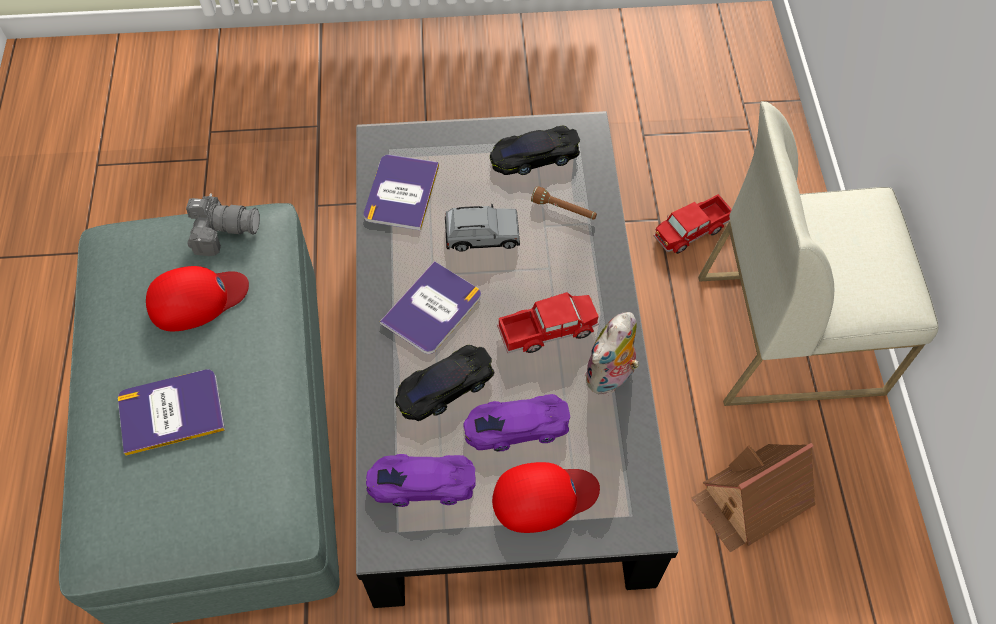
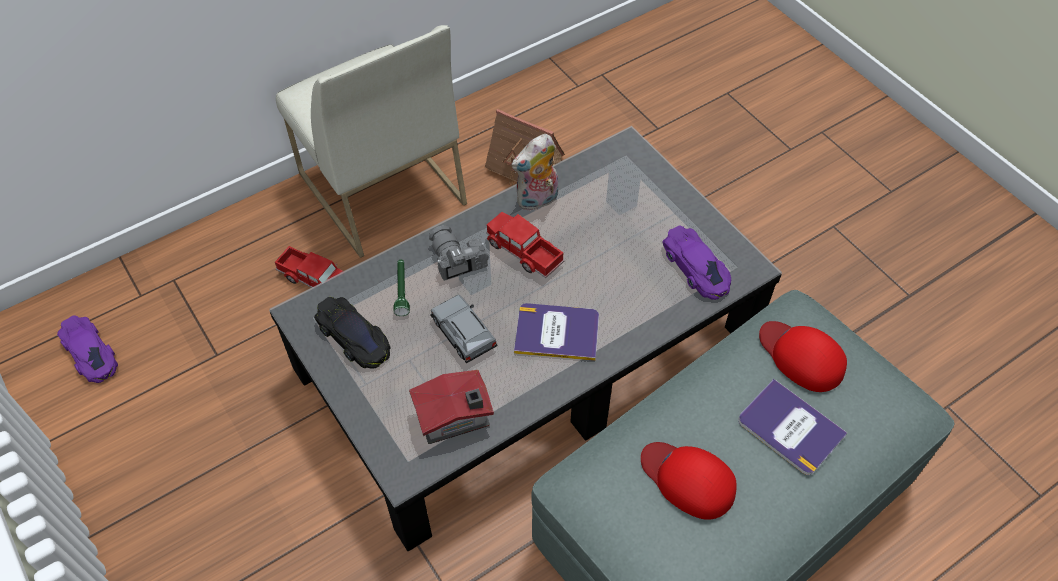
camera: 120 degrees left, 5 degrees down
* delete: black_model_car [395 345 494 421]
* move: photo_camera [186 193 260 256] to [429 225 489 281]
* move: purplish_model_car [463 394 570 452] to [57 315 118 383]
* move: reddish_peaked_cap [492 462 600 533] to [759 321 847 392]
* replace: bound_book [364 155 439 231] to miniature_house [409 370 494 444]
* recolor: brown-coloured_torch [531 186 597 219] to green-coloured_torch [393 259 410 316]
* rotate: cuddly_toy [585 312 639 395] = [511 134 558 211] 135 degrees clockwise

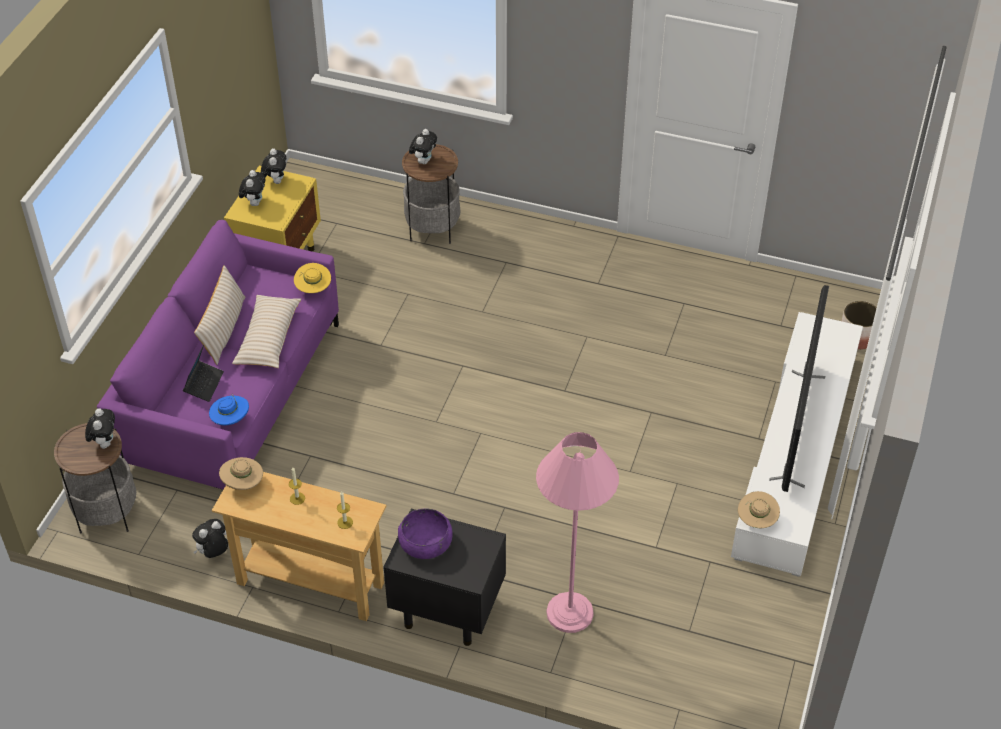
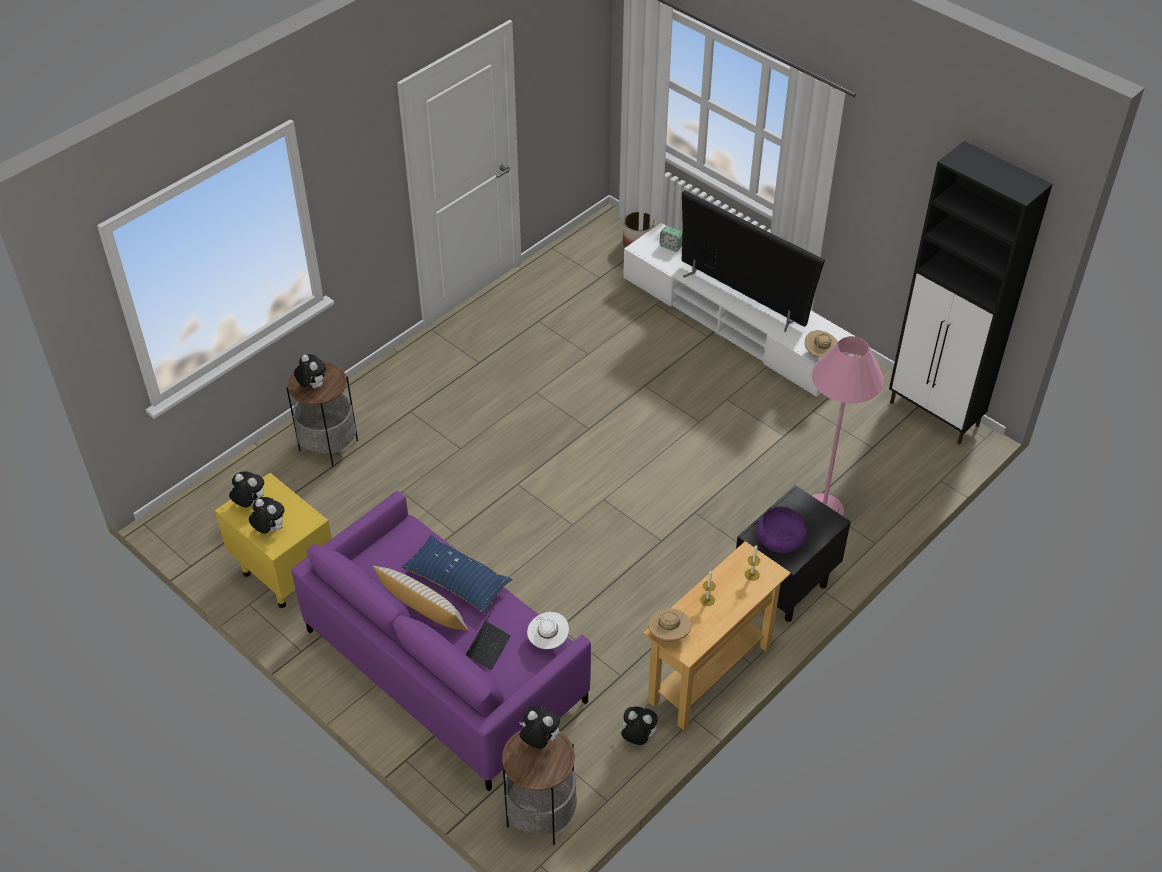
camera: 65 degrees left, 0 degrees up
* delete: yellowish_hat [294 263 331 293]
* insert: table_clock [660 226 682 252]
* insert: black_cabinet [889 141 1052 445]
* recolor: blue-coloured_hat [209 394 249 425] to whitish_hat [527 612 569 649]
* recolor: beige_cushion [232 295 301 368] to blue-coloured_cushion [402 535 513 613]
* rotate: notebook_computer [183 345 224 402] = [466 608 511 670] 75 degrees clockwise
* rotate: cuddly_toy [192 519 228 558] = [618 706 658 745] 120 degrees clockwise

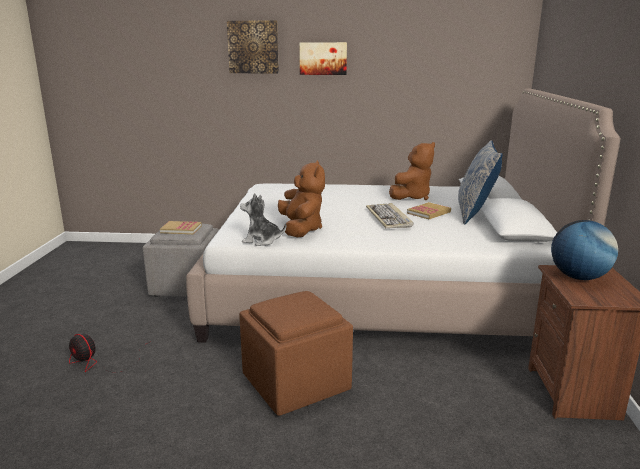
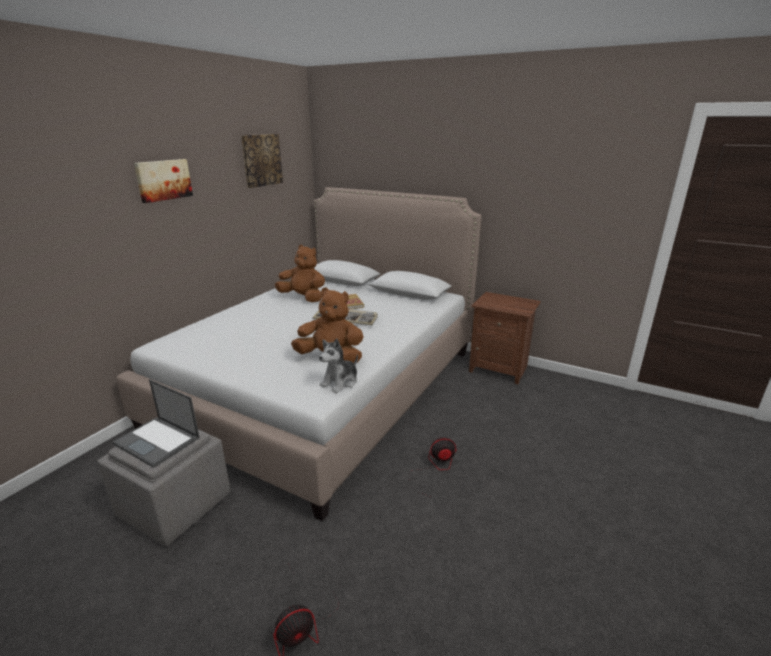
camera: 65 degrees left, 5 degrees up
* delete: cushion [458 140 503 224]
* delete: desk_globe [551 220 618 280]
* move: picture [227 21 279 73] to [241 134 283 188]
* replace: bound_book [160 221 202 234] to notebook_computer [112 380 200 468]
* replace: brown-coloured_footrest [239 291 353 416] to fan [409 437 457 510]
* rotate: brown-coloured_cuddly_toy [389 142 435 200] = [275 245 325 302] 45 degrees counterclockwise

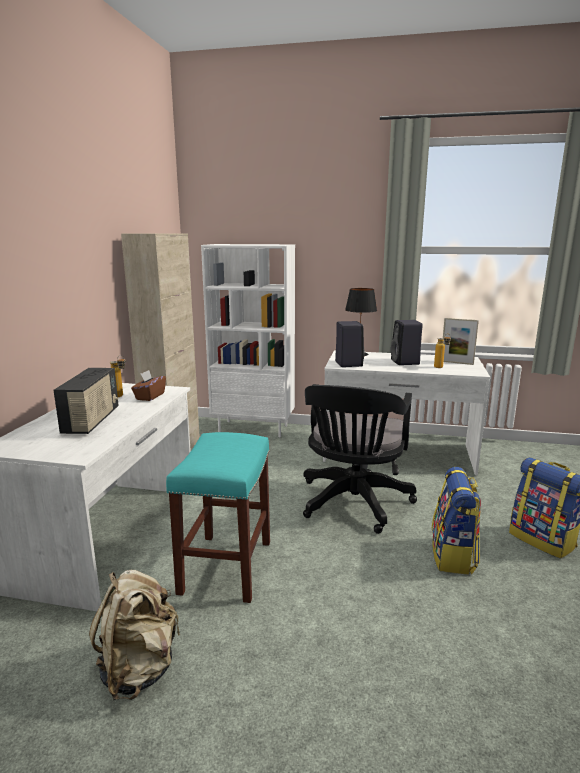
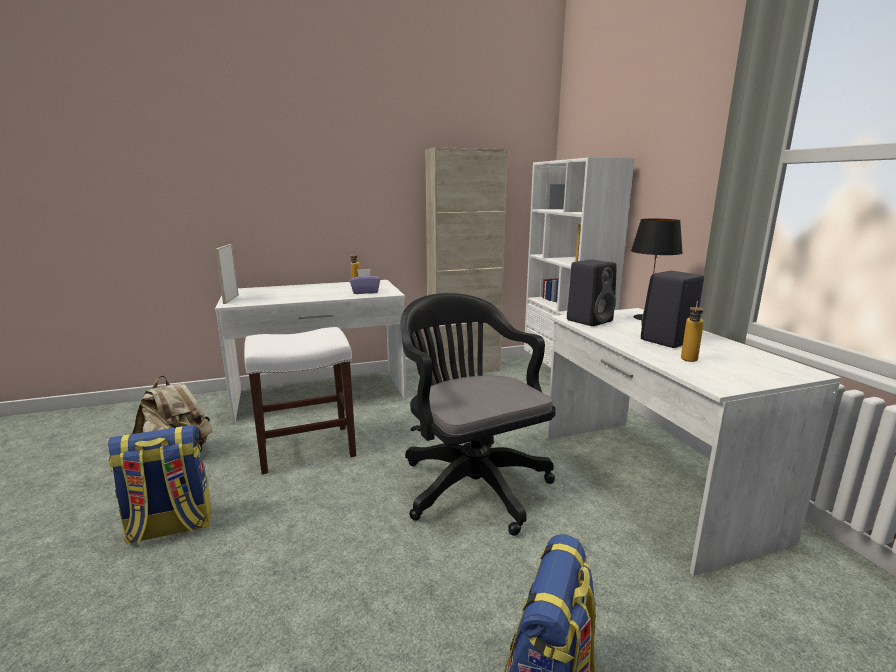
camera: 60 degrees right, 0 degrees up
* delete: radio_receiver [54 368 118 434]
* move: backpack [432 467 481 575] to [108 425 211 544]
* move: photo_frame [443 318 479 365] to [215 244 239 304]
* recolor: brown-coloured_box_of_tissues [131 370 166 401] to purplish_box_of_tissues [349 269 380 294]
* recolor: blue-green_stool [166 432 270 603] to whitish_stool [244 327 356 474]
* rotate: black_computer_chair [303 384 417 534] = [401 293 556 536] 75 degrees clockwise

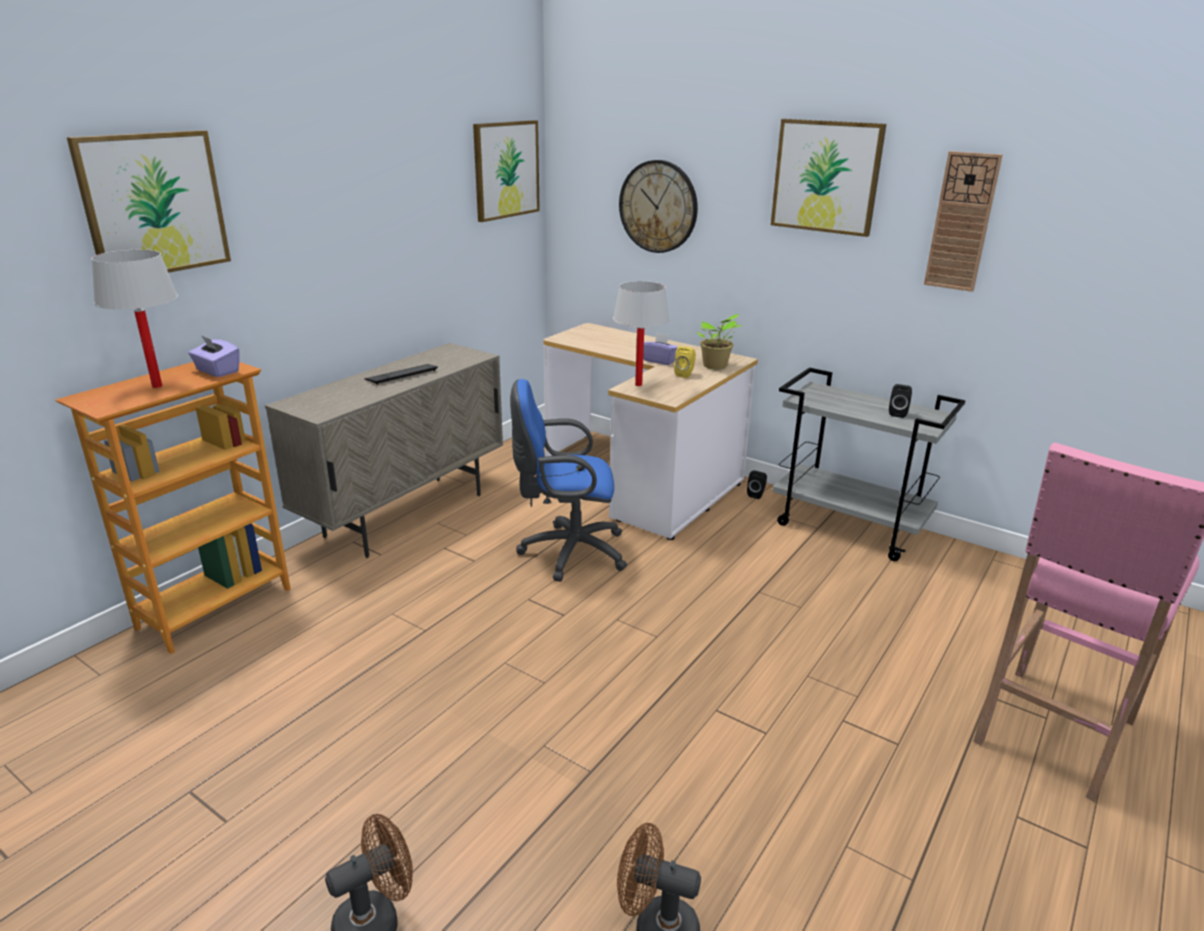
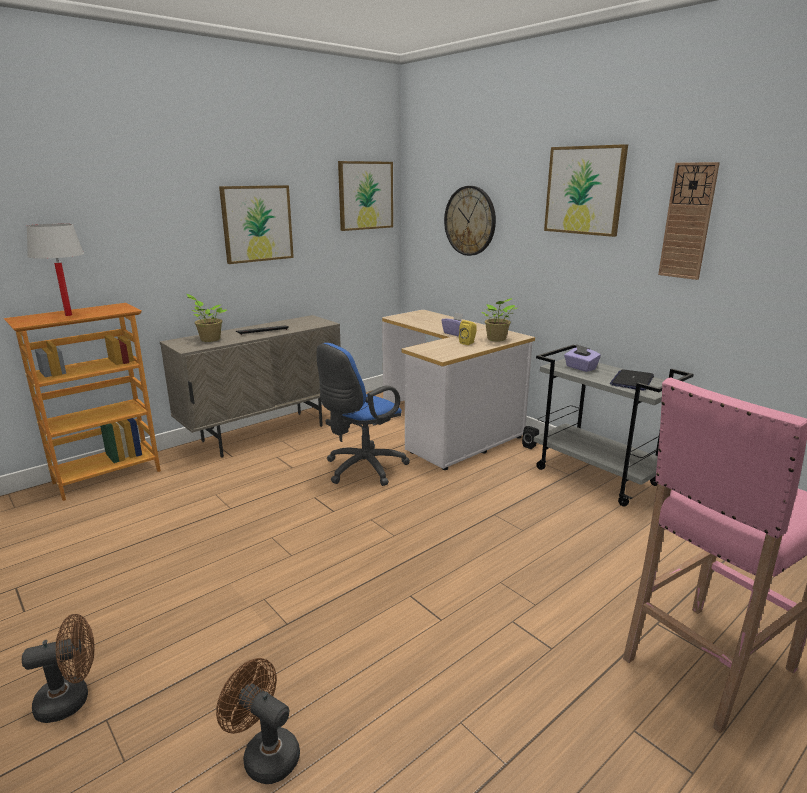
camera: 15 degrees right, 5 degrees down
* delete: whitish_table_lamp [613 281 669 386]
* insert: plant_in_a_pot [187 294 227 342]
* move: picture [67 130 231 273] to [219 185 294 264]
* move: purplish_box_of_tissues [188 335 240 377] to [564 344 601 372]
* replace: black_speaker [889 384 912 418] to notebook_computer [610 369 654 391]
* rotate: blue-coloured_computer_chair [510 379 627 582] = [316 343 410 486] 60 degrees counterclockwise

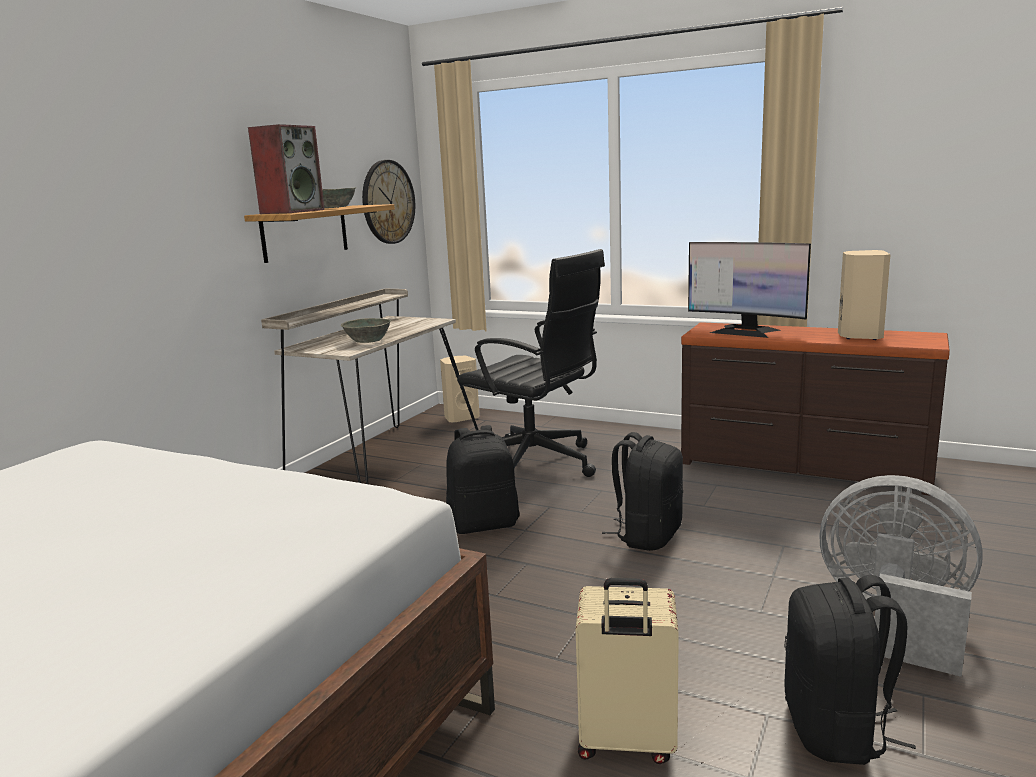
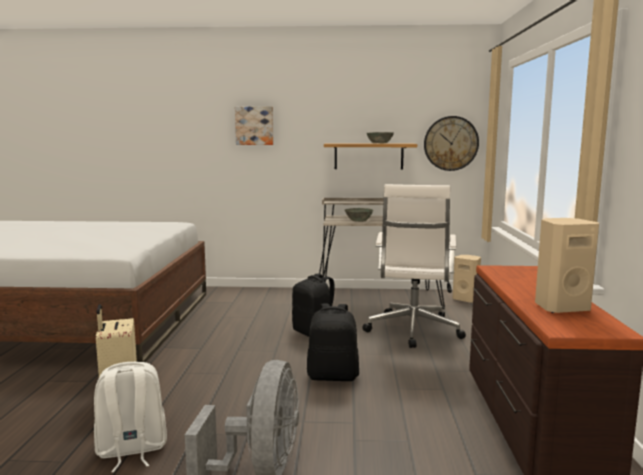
camera: 65 degrees right, 5 degrees down
* delete: speaker [248 124 325 214]
* delete: monitor [688 242 811 338]
* insert: picture [235 107 273 145]
* recolor: black_computer_chair [457 249 605 477] to whitish_computer_chair [362 184 466 348]
* recolor: black_backpack [784 575 916 765] to whitish_backpack [94 362 167 472]

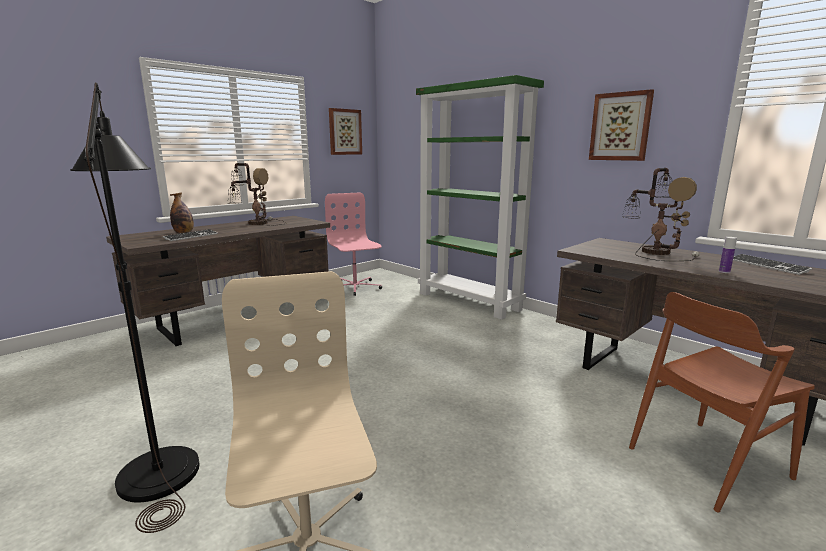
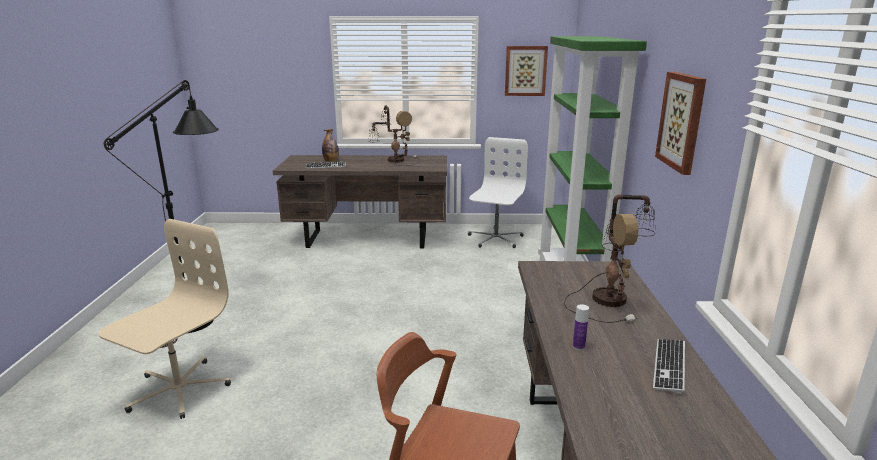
camera: 45 degrees right, 5 degrees up
* recolor: pink-coloured_computer_chair [325 192 382 296] to whitish_computer_chair [468 137 528 248]

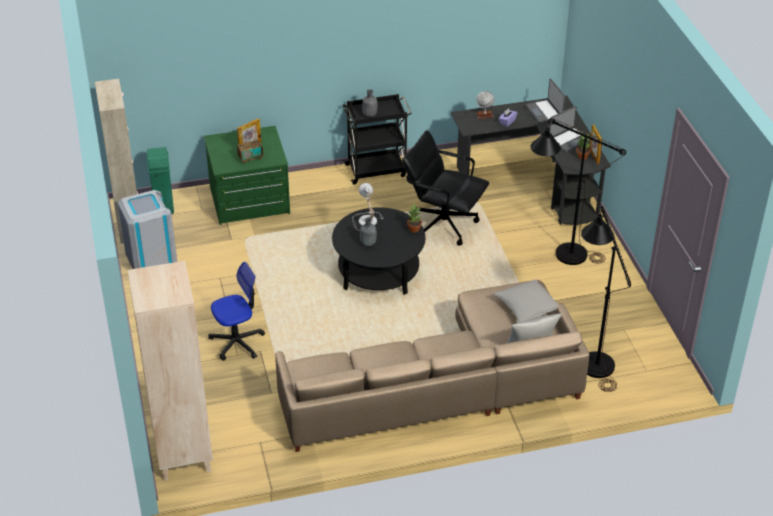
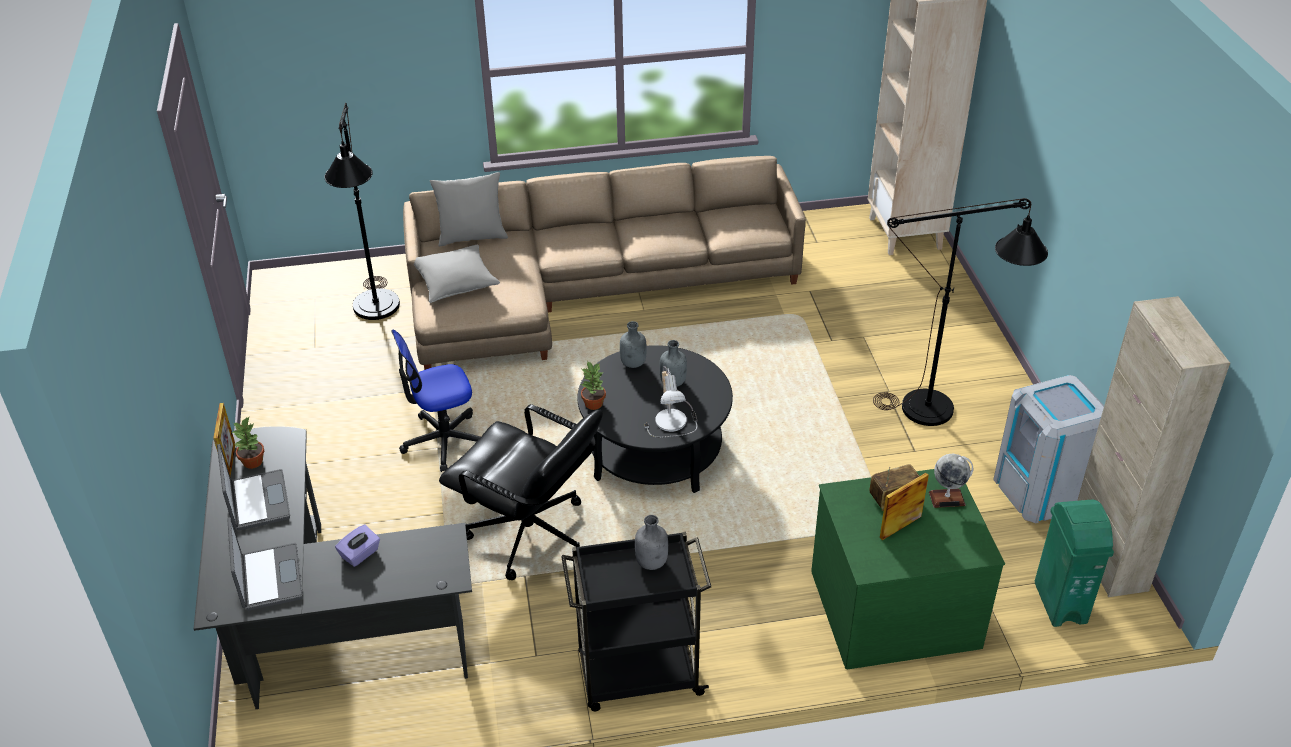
camera: 175 degrees left, 0 degrees up
* insert: grey_beverage_bottle [620 321 647 368]
* move: computer_chair [208 261 265 361] to [391 330 481 472]
* move: desk_globe [476 91 494 119] to [929 454 973 508]
* move: black_floor_lamp [530 118 626 265] to [873 198 1048 426]
* rotate: notebook_computer [549 106 590 153] = [217 444 290 531] 105 degrees clockwise

